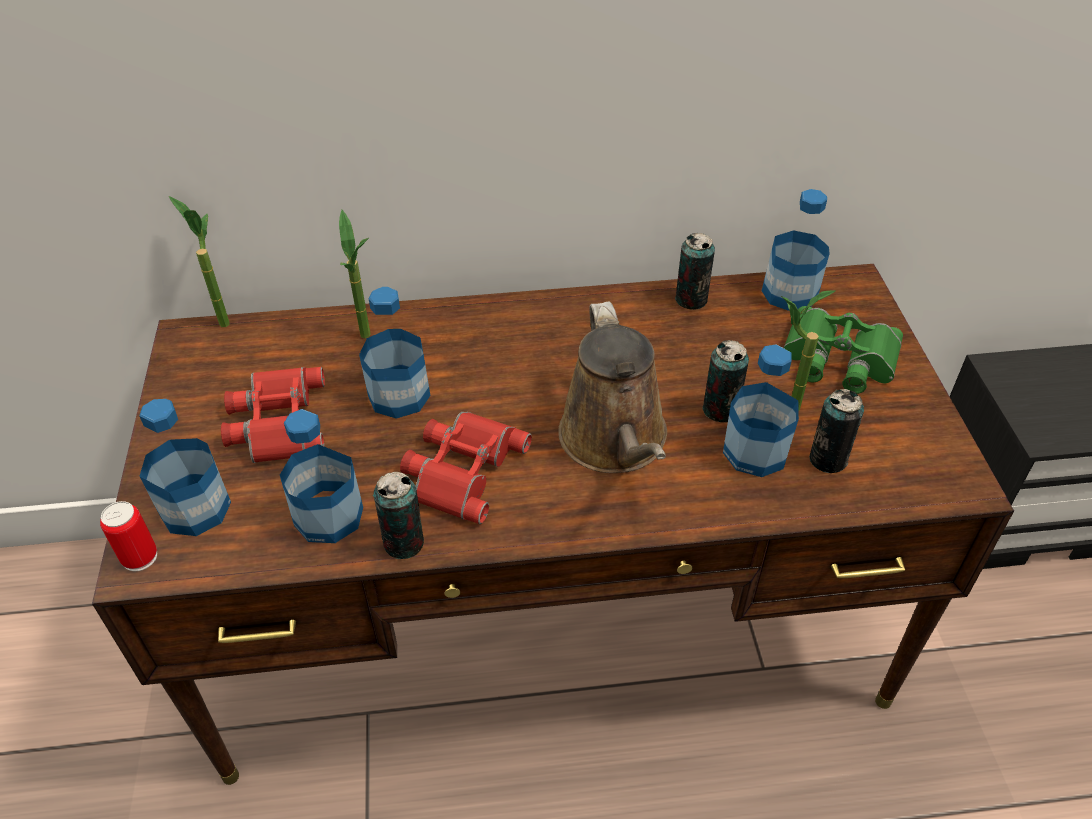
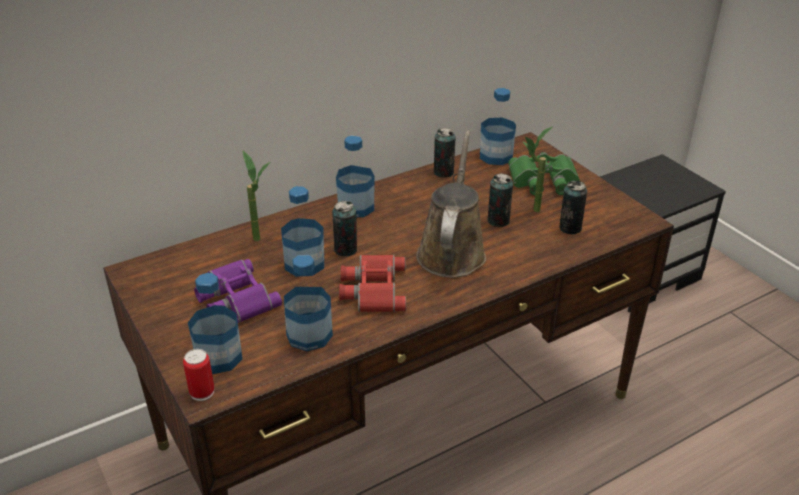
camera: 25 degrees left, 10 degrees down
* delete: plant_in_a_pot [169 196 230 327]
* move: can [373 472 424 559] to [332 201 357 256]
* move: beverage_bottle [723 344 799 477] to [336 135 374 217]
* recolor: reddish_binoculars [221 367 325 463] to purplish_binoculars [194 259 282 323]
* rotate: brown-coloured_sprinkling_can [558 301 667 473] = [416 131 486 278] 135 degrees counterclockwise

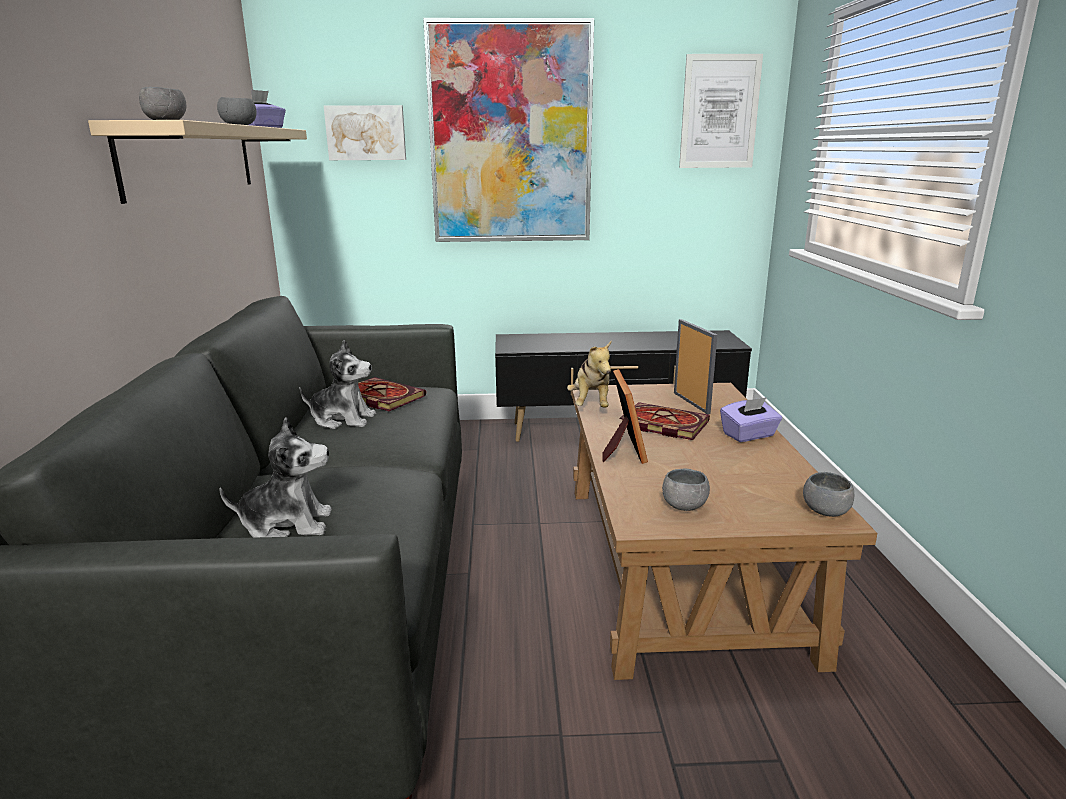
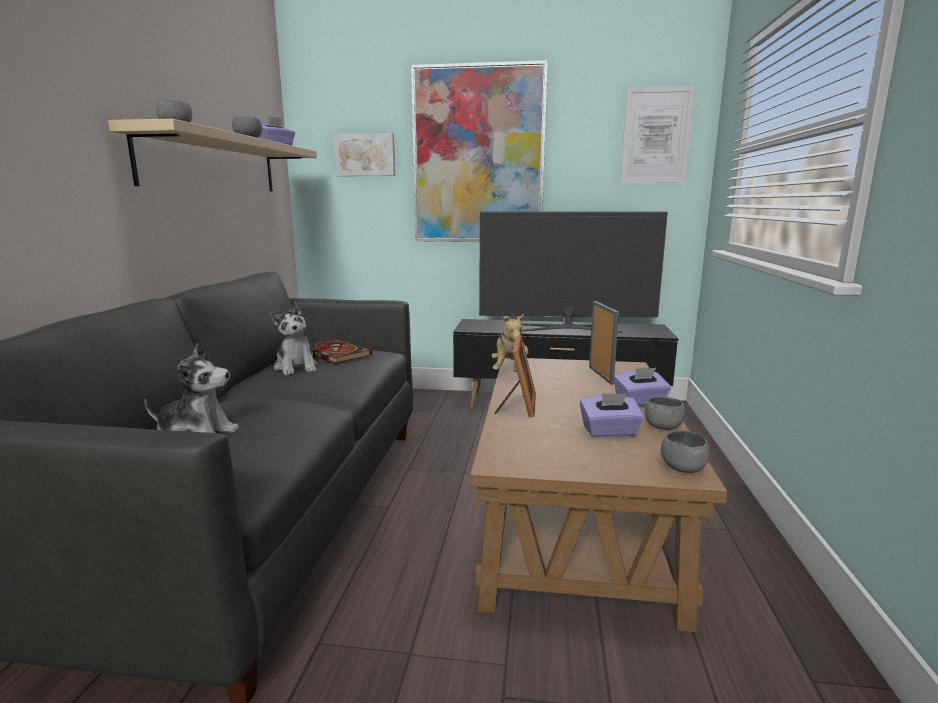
camera: 10 degrees right, 5 degrees down
* delete: bound_book [619 402 710 440]
* insert: TV [479 211 668 333]
* insert: purplish_box_of_tissues [580 393 644 437]
* move: grey_bowl [662 469 710 511] to [645 397 685 430]
* rotate: cuddly_toy [299 340 376 429] = [269 302 318 375] 45 degrees clockwise

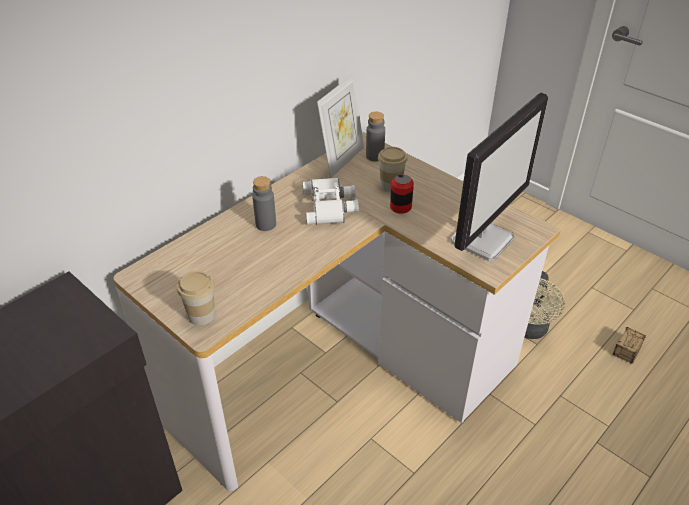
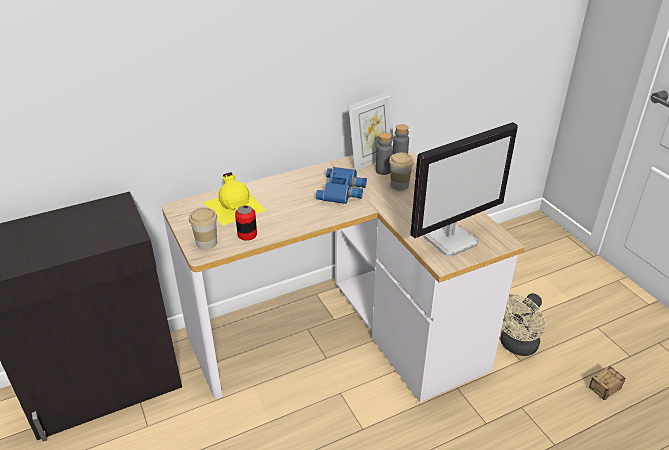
camera: 20 degrees right, 5 degrees down
* insert: yellowish_beverage_bottle [203 172 266 226]
* move: grey_beverage_bottle [252 176 276 231] to [376 132 393 175]
* move: can [390 174 414 214] to [235 206 257 241]
* recolor: whitish_binoculars [302 178 359 225] to blue-coloured_binoculars [316 167 367 204]

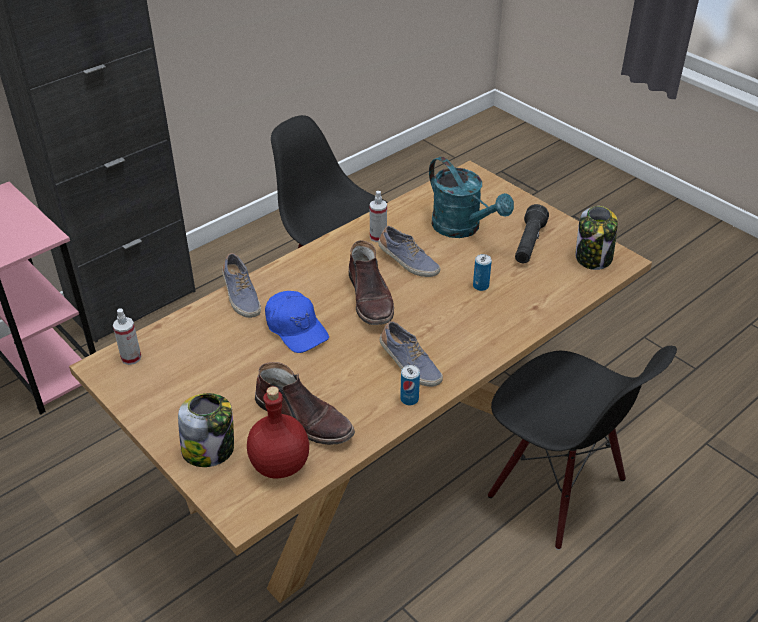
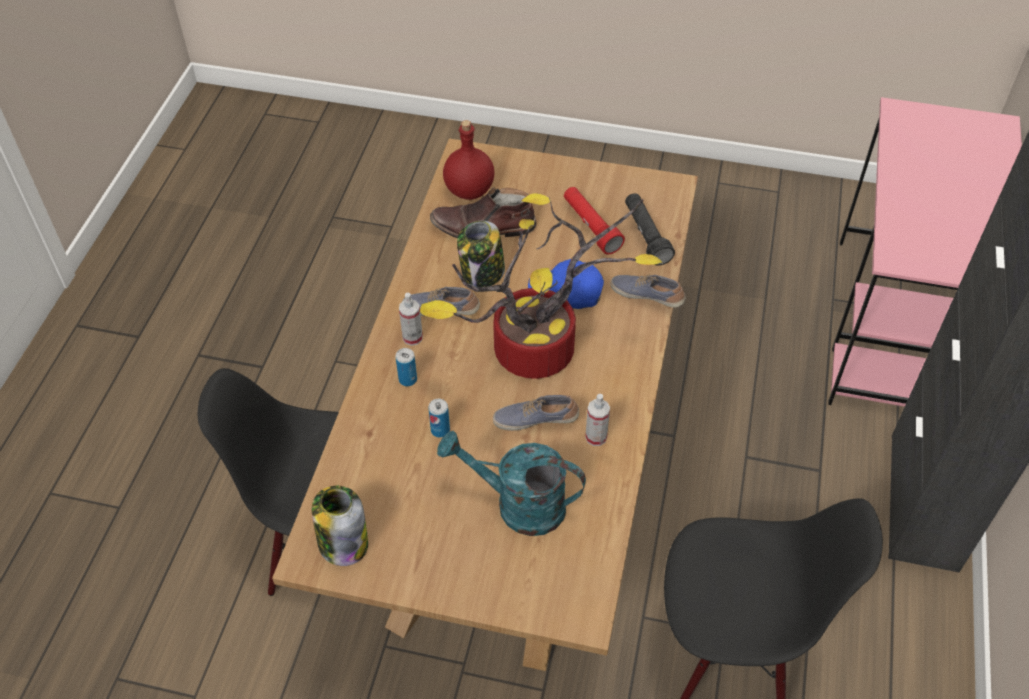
camera: 145 degrees right, 10 degrees up
* insert: reddish_torch [564 187 625 254]
* move: hand_sprayer [113 308 142 365] to [399 293 423 346]
* move: preserve_jar [178 393 234 467] to [457 221 505 288]
* move: can [400 365 420 406] to [396 348 417 386]
* move: black_torch [515 204 549 263] to [625 193 675 266]
* replace: brown-coloured_boot [349 240 394 325] to plant_in_a_pot [420 193 663 379]

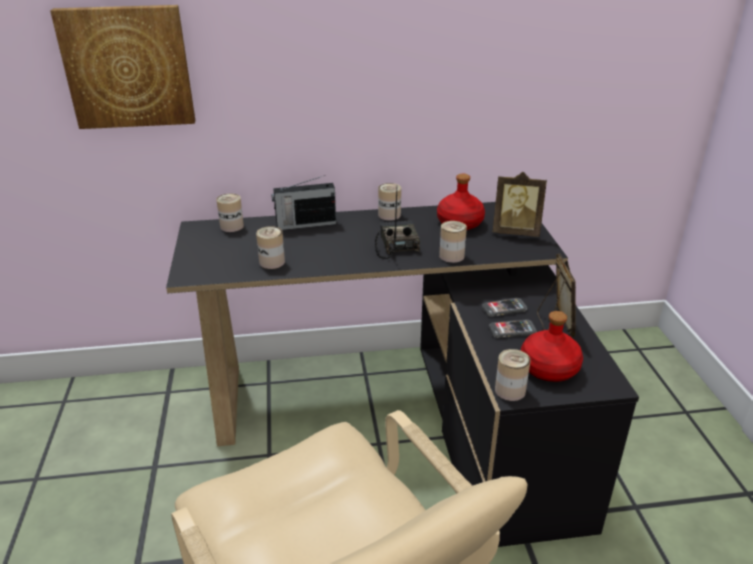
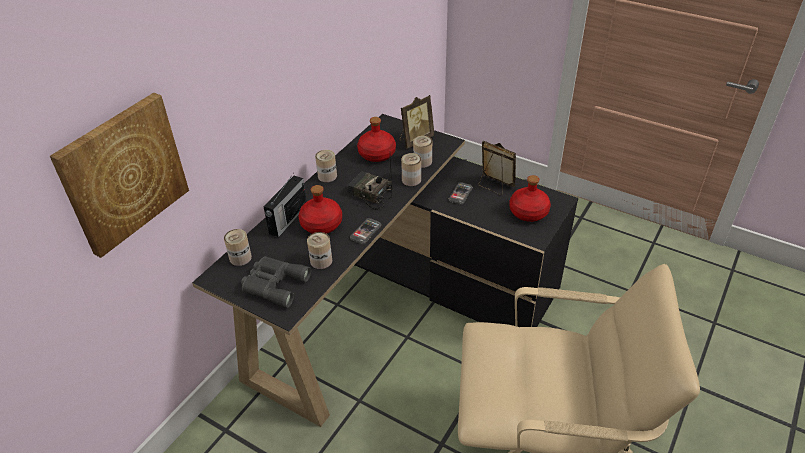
camera: 50 degrees left, 10 degrees up
* insert: grey_binoculars [241 256 311 308]
* insert: reddish_beverage_bottle [298 185 342 234]
* move: phone [489 319 537 338] to [350 218 381 244]
* move: can [495 349 530 401] to [413 136 432 168]

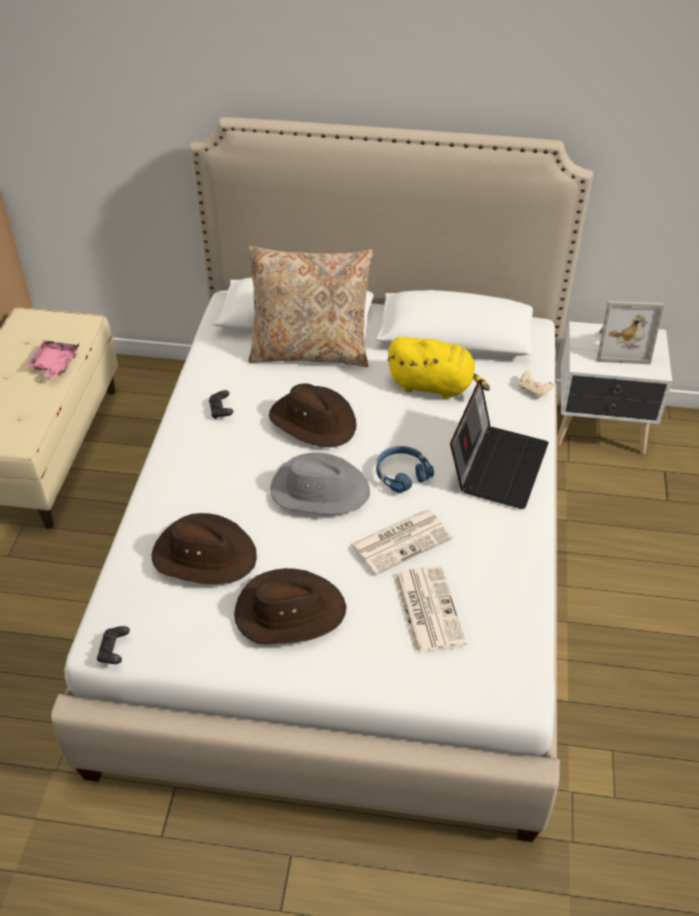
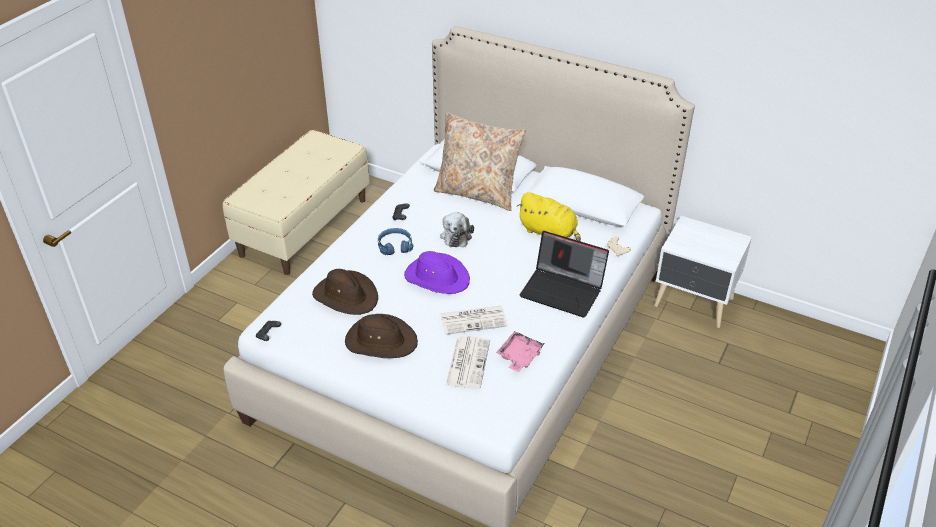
camera: 20 degrees right, 5 degrees down
* delete: photo_frame [597 301 664 364]
* move: pink-coloured_serving_tray [26 340 79 378] to [496 331 544 372]
* move: blue-coloured_headset [376 446 434 493] to [378 228 413 255]
* replace: brown-coloured_hat [269 383 356 447] to cuddly_toy [440 212 474 247]
* recolor: grey_hat [270 453 370 514] to purplish_hat [404 251 470 294]
* rotate: notebook_computer [450 379 549 509] = [519 231 609 318] 75 degrees clockwise

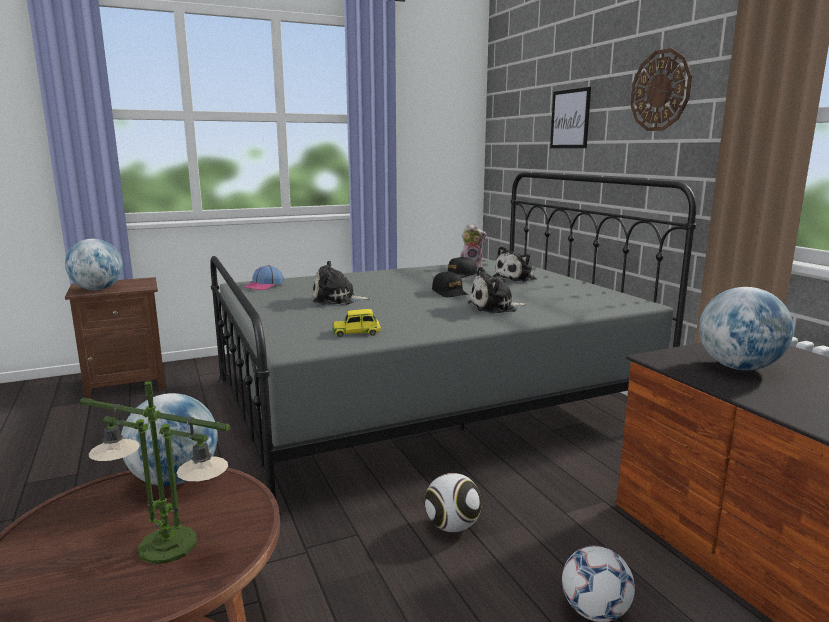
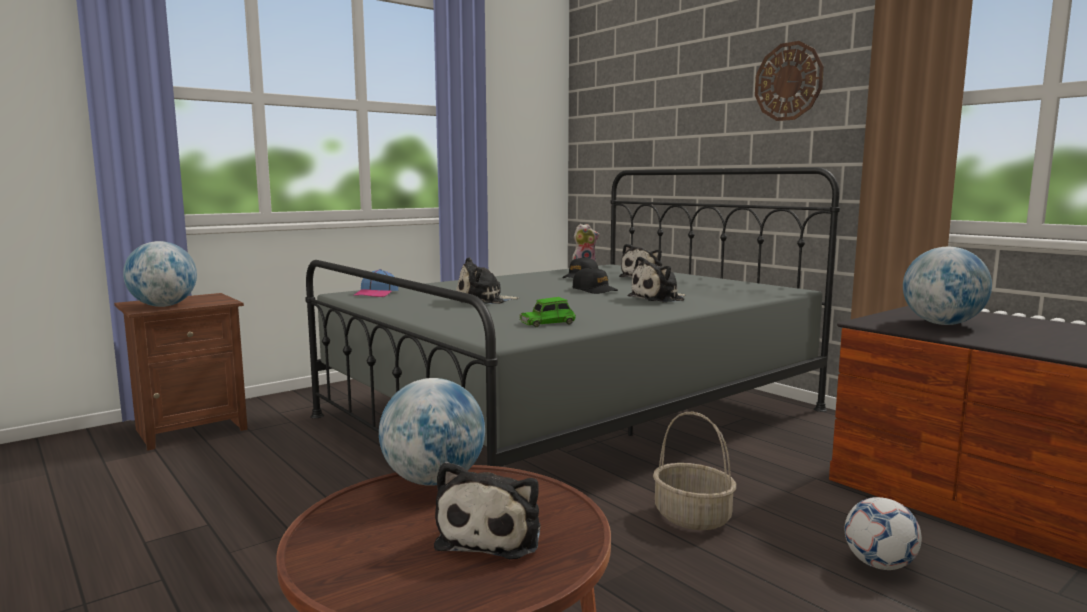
camera: 15 degrees left, 5 degrees down
* delete: picture [550 87 591 148]
* replace: table_lamp [80 380 231 564] to cuddly_toy [434 461 541 559]
* replace: football_ball [425 473 482 532] to household_basket [653 412 736 530]
* recolor: yellowish_model_car [332 309 381 337] to green-coloured_model_car [519 297 576 327]

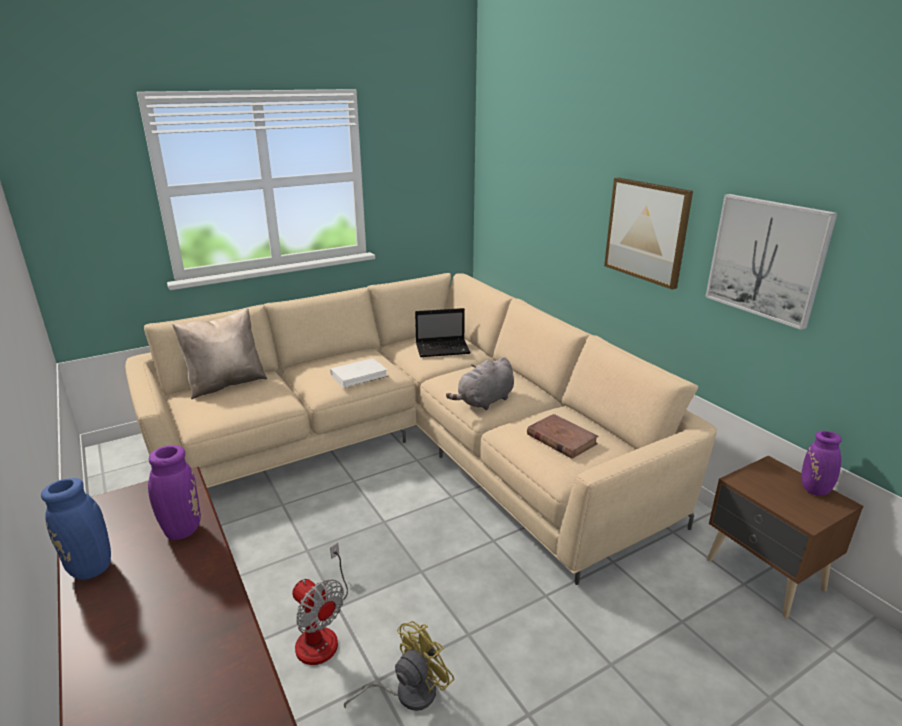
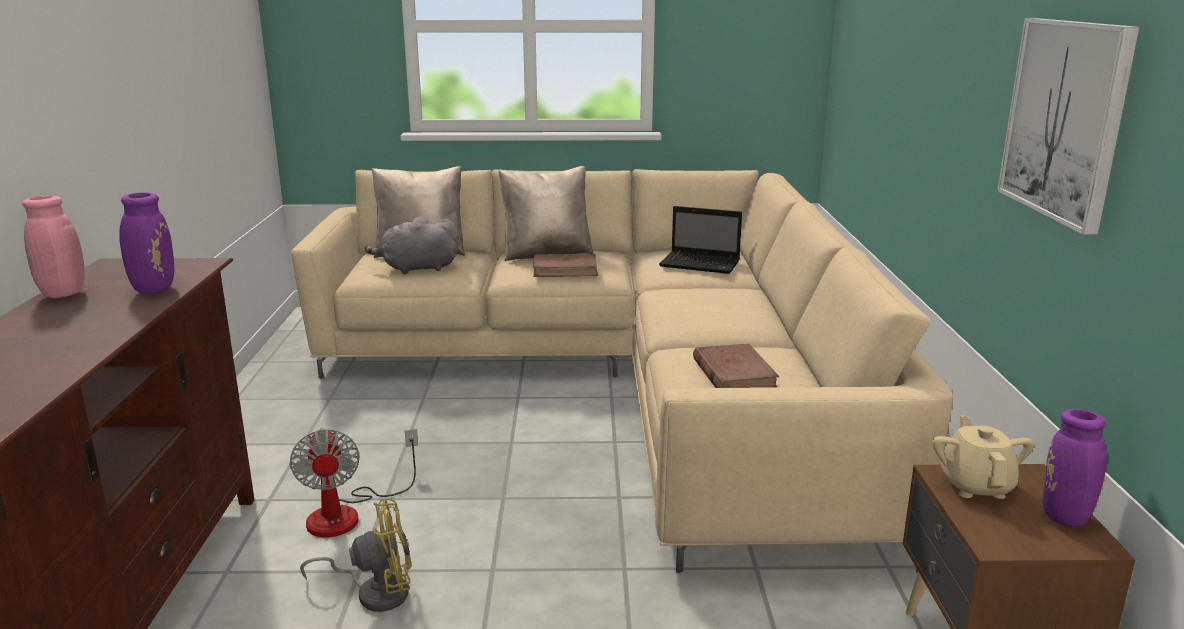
camera: 30 degrees right, 5 degrees down
* delete: picture [604 178 693 290]
* insert: beige_cushion [498 166 594 261]
* insert: beige_pot_for_tea [933 416 1034 499]
* move: grey_cuddly_toy [446 357 514 410] to [365 217 459 274]
* recolor: blue-coloured_decorative_vase [41 478 141 580] to pink-coloured_decorative_vase [22 196 85 298]
* recolor: whitish_bound_book [330 358 389 388] to brown-coloured_bound_book [533 254 598 277]

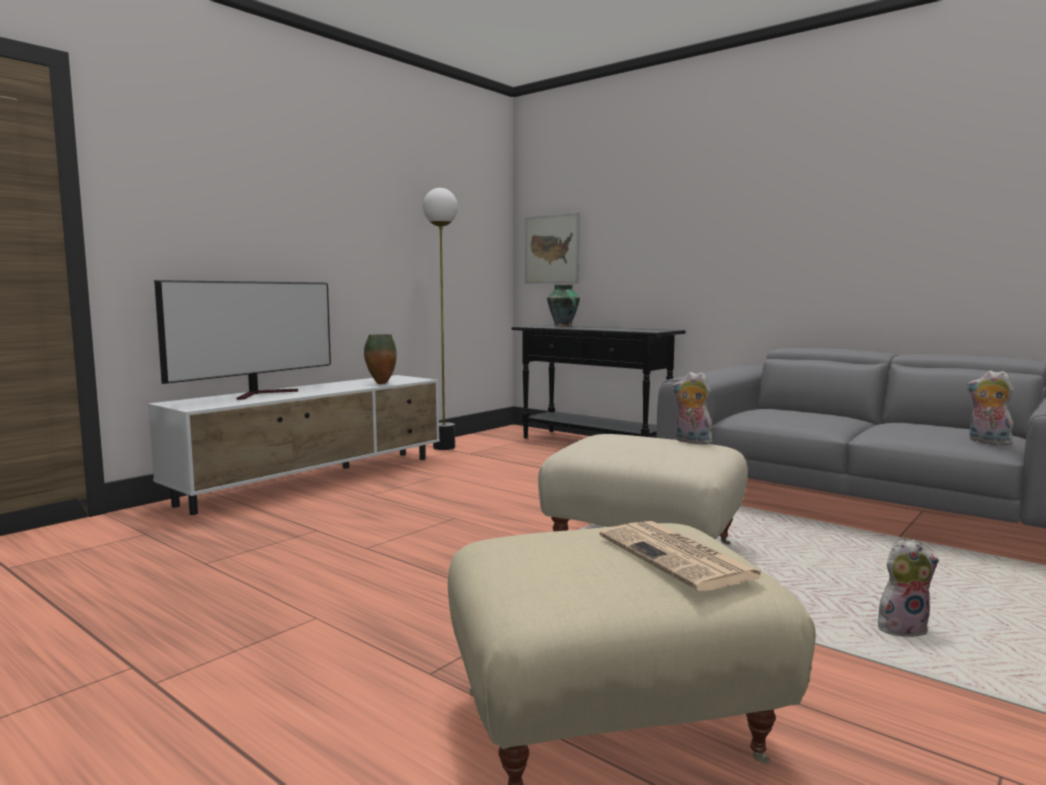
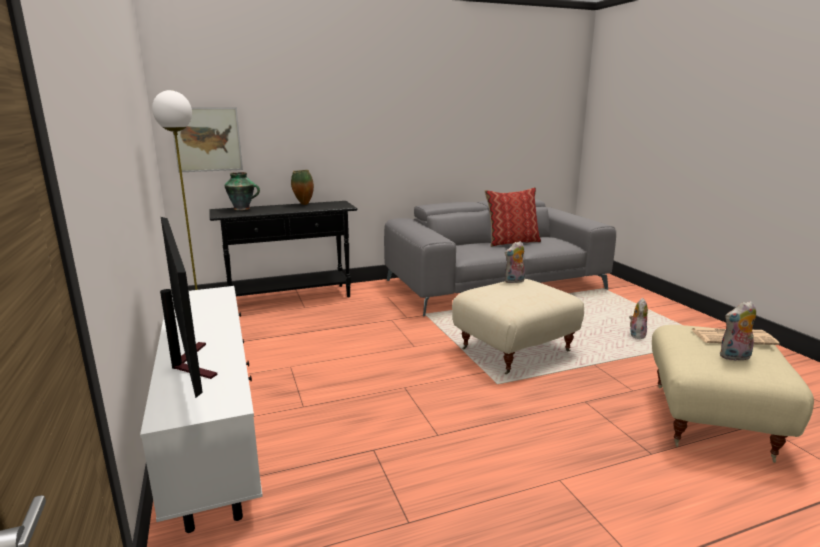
camera: 60 degrees left, 10 degrees up
* insert: cushion [485 187 541 247]
* move: decorative_vase [364 334 397 384] to [291 170 314 205]
* move: cuddly_toy [967 370 1014 445] to [720 301 756 361]

